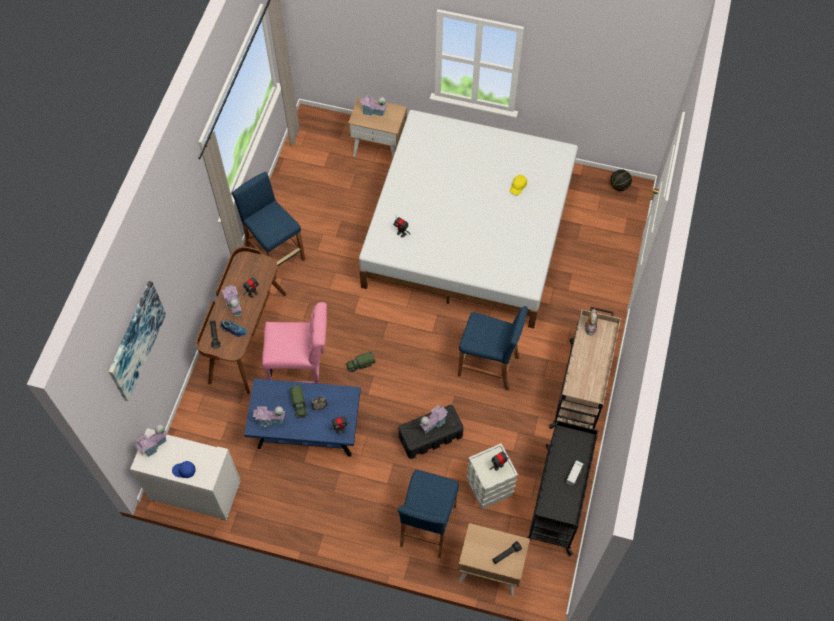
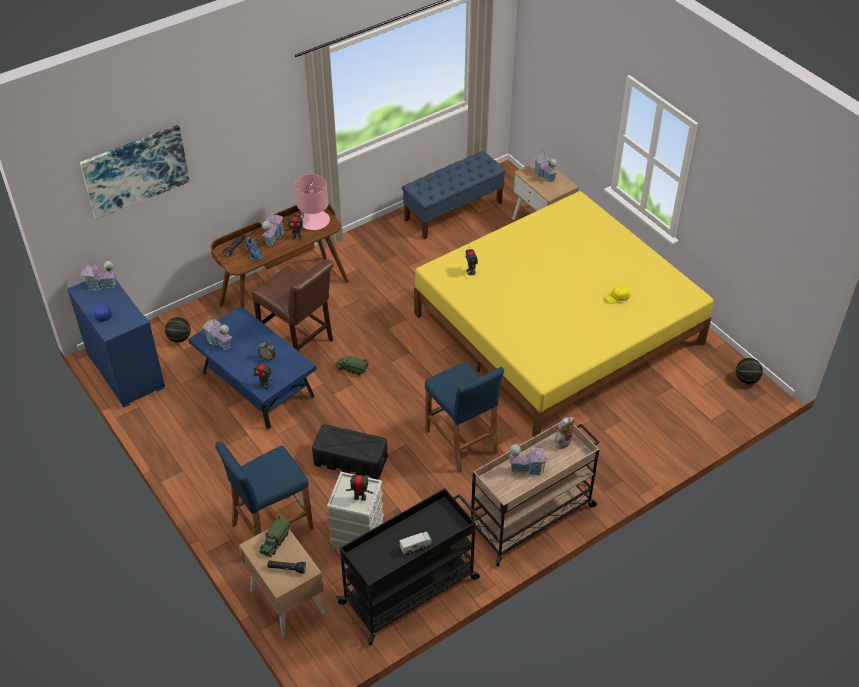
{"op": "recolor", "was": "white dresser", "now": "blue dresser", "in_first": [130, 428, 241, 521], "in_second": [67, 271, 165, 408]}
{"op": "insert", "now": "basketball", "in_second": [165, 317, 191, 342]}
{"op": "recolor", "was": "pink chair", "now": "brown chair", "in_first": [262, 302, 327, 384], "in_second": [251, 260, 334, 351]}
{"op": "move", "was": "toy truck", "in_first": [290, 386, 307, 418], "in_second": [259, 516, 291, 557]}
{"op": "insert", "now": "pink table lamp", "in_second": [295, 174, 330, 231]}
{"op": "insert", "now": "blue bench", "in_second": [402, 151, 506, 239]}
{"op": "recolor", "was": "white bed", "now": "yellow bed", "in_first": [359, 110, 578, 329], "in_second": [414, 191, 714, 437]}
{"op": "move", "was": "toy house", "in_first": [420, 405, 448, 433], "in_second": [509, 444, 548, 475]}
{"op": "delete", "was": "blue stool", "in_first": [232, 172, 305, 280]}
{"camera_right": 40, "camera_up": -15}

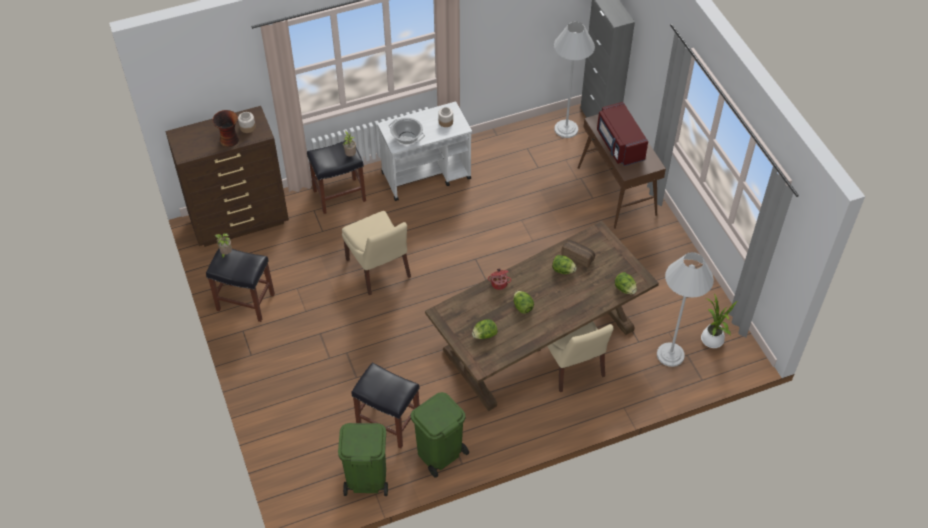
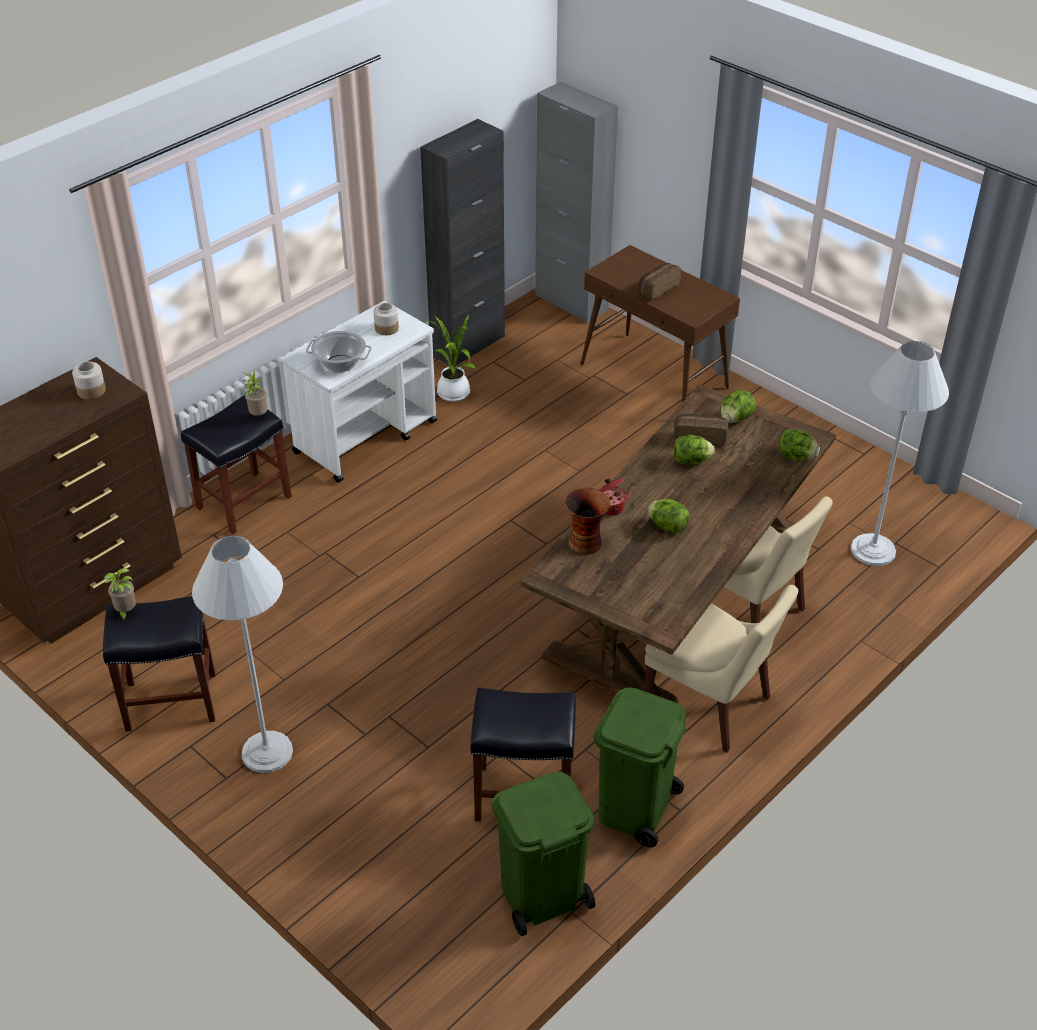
{"op": "move", "was": "white floor lamp", "in_first": [554, 22, 595, 138], "in_second": [192, 535, 293, 773]}
{"op": "insert", "now": "black cabinet", "in_second": [420, 119, 505, 365]}
{"op": "move", "was": "potted plant", "in_first": [701, 293, 737, 348], "in_second": [428, 315, 476, 402]}
{"op": "move", "was": "vase", "in_first": [212, 110, 239, 147], "in_second": [564, 488, 610, 555]}
{"op": "replace", "was": "red microwave", "now": "bread", "in_first": [597, 102, 648, 166], "in_second": [638, 263, 681, 301]}
{"op": "move", "was": "beige chair", "in_first": [342, 211, 411, 295], "in_second": [644, 585, 798, 753]}
{"op": "move", "was": "lettuce", "in_first": [472, 319, 498, 339], "in_second": [721, 390, 756, 423]}
{"camera_right": -25, "camera_up": -10}

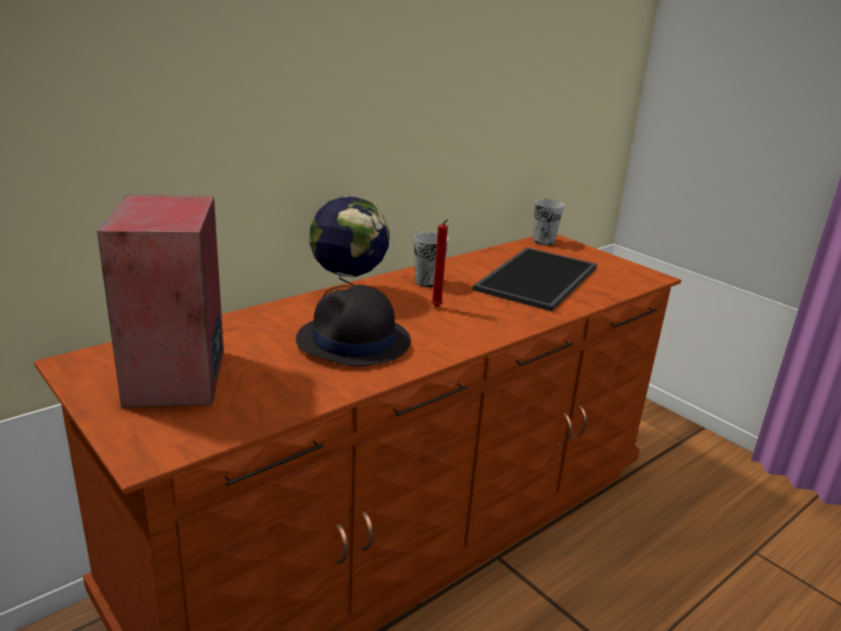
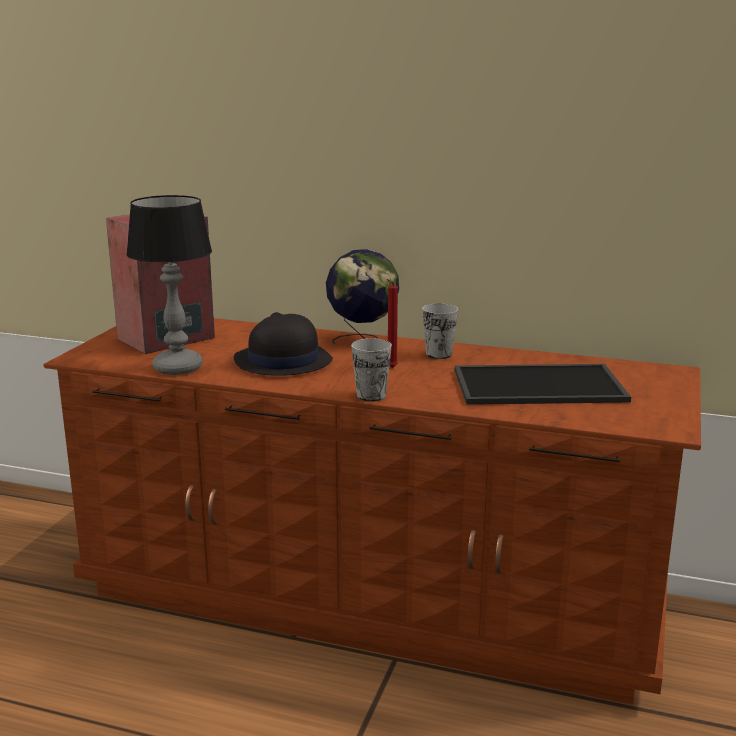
{"op": "insert", "now": "table lamp", "in_second": [126, 195, 212, 375]}
{"op": "move", "was": "cup", "in_first": [533, 199, 564, 245], "in_second": [351, 338, 392, 402]}
{"camera_right": 60, "camera_up": -5}

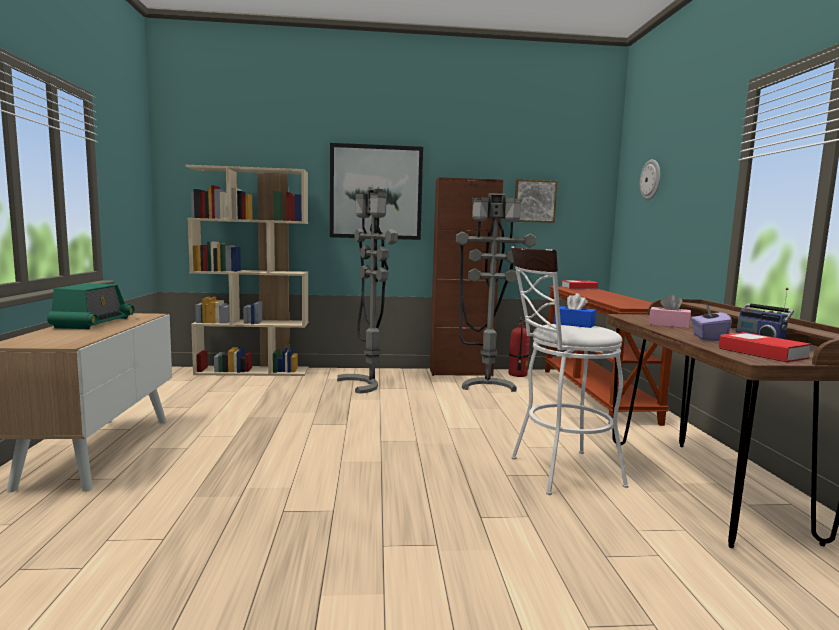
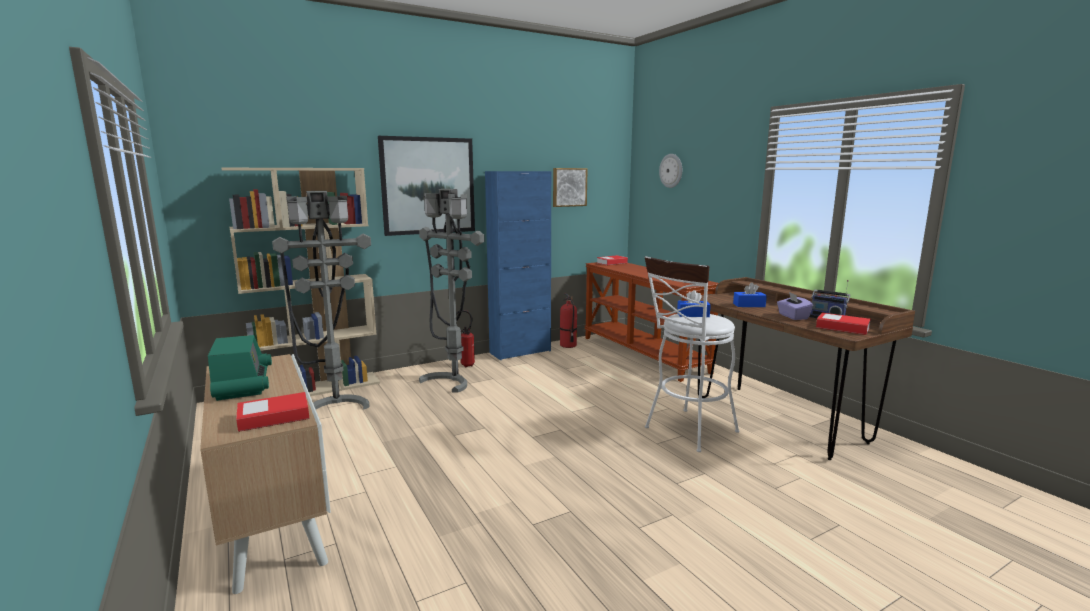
{"op": "insert", "now": "book", "in_second": [236, 392, 309, 432]}
{"op": "move", "was": "grey floor lamp", "in_first": [456, 193, 536, 392], "in_second": [272, 191, 371, 410]}
{"op": "insert", "now": "fire extinguisher", "in_second": [456, 310, 475, 367]}
{"op": "recolor", "was": "brown cabinet", "now": "blue cabinet", "in_first": [430, 177, 503, 376], "in_second": [485, 171, 551, 360]}
{"op": "recolor", "was": "pink tissue box", "now": "blue tissue box", "in_first": [649, 294, 691, 328], "in_second": [733, 282, 767, 307]}
{"camera_right": -25, "camera_up": 5}

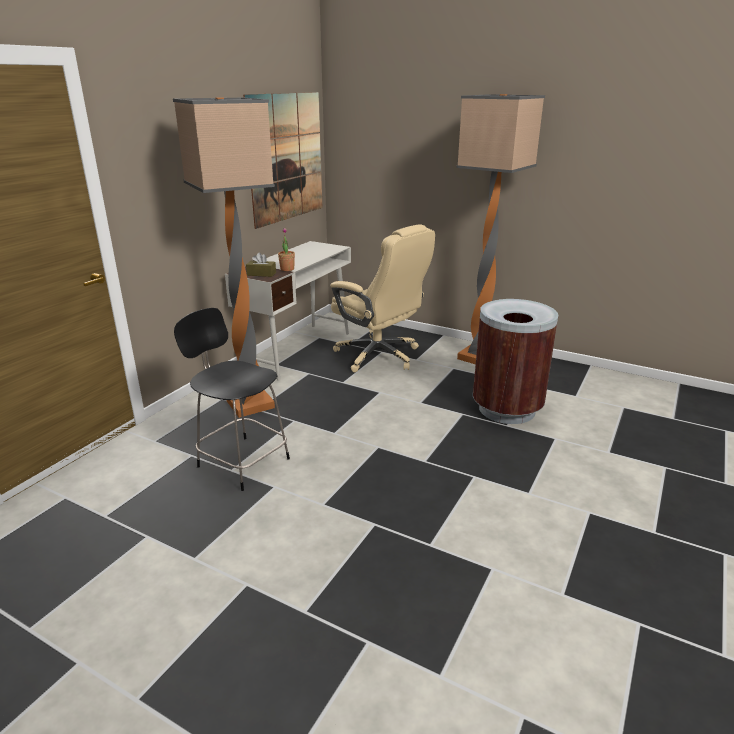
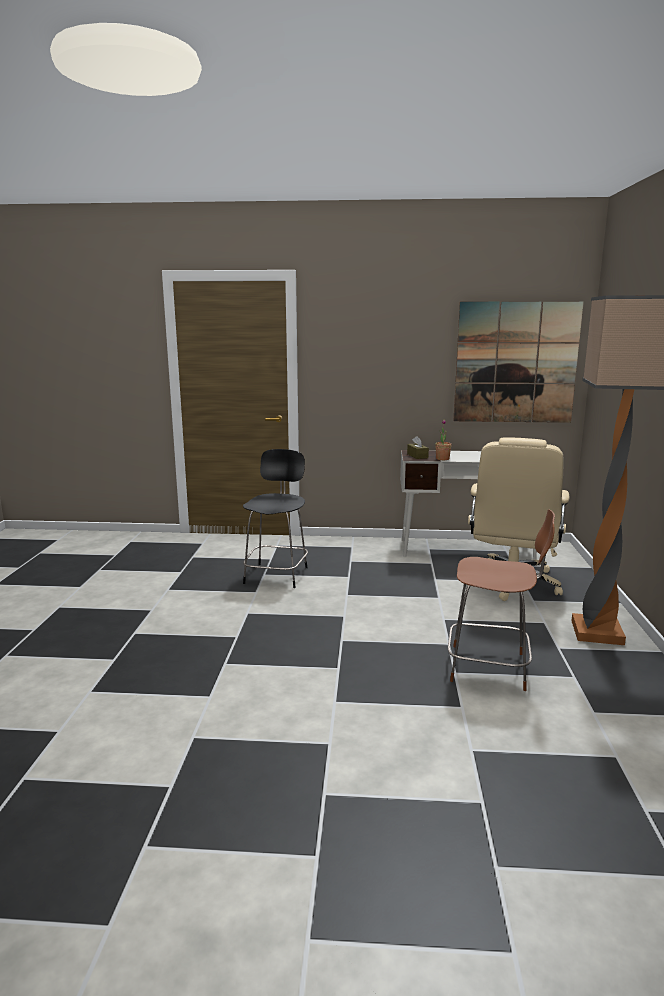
{"op": "replace", "was": "brown trash can", "now": "brown chair", "in_first": [473, 299, 558, 424], "in_second": [448, 509, 555, 691]}
{"op": "delete", "was": "floor lamp", "in_first": [173, 98, 275, 418]}
{"camera_right": 65, "camera_up": -10}

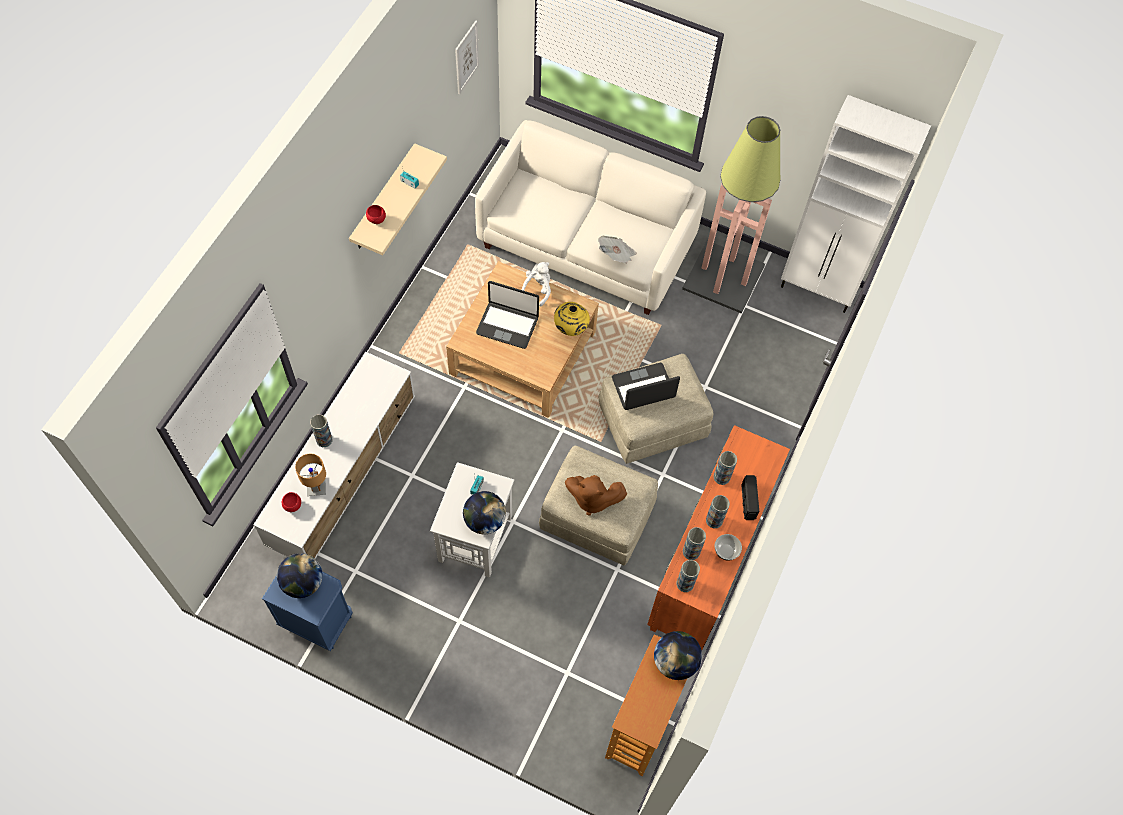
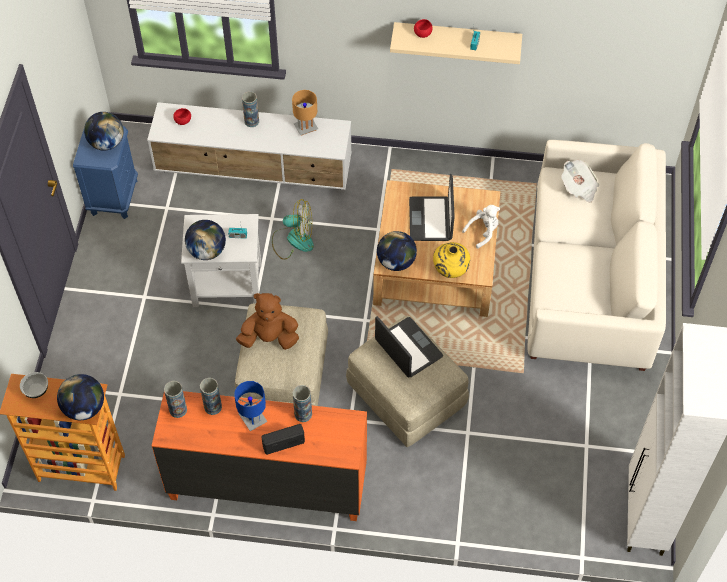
{"op": "move", "was": "bowl", "in_first": [714, 534, 742, 561], "in_second": [20, 372, 48, 398]}
{"op": "replace", "was": "vase", "now": "blue table lamp", "in_first": [706, 495, 730, 528], "in_second": [234, 381, 268, 431]}
{"op": "rotate", "was": "brown plush toy", "in_first": [565, 475, 627, 516], "in_second": [236, 293, 299, 350], "clockwise": 90}
{"op": "insert", "now": "fan", "in_second": [272, 199, 314, 260]}
{"op": "move", "was": "brown table lamp", "in_first": [295, 453, 326, 496], "in_second": [292, 90, 318, 136]}
{"op": "insert", "now": "globe", "in_second": [377, 231, 417, 271]}
{"op": "rotate", "was": "white plush toy", "in_first": [522, 262, 551, 307], "in_second": [462, 205, 500, 249], "clockwise": -45}
{"op": "move", "was": "newspaper", "in_first": [598, 236, 637, 264], "in_second": [561, 160, 600, 203]}
{"op": "delete", "was": "picture", "in_first": [455, 21, 479, 94]}
{"op": "delete", "was": "floor lamp", "in_first": [682, 116, 780, 314]}
{"camera_right": 75, "camera_up": -5}

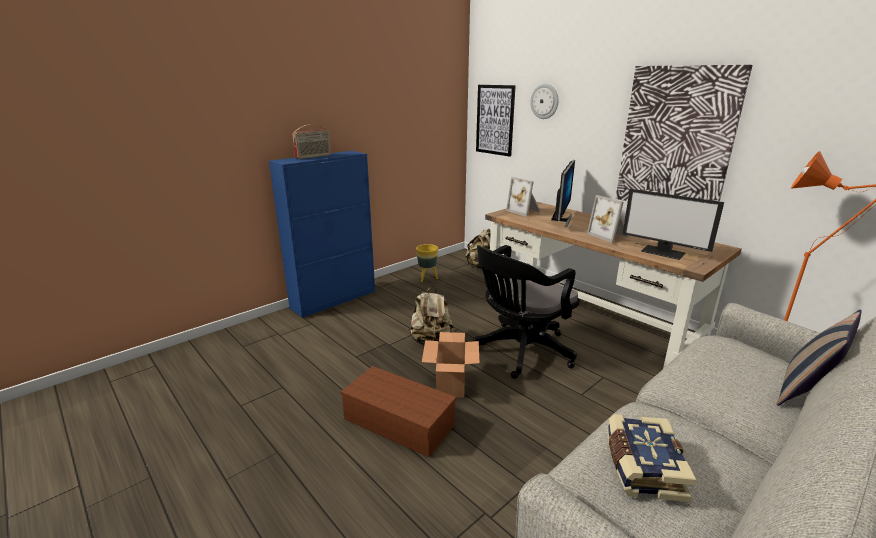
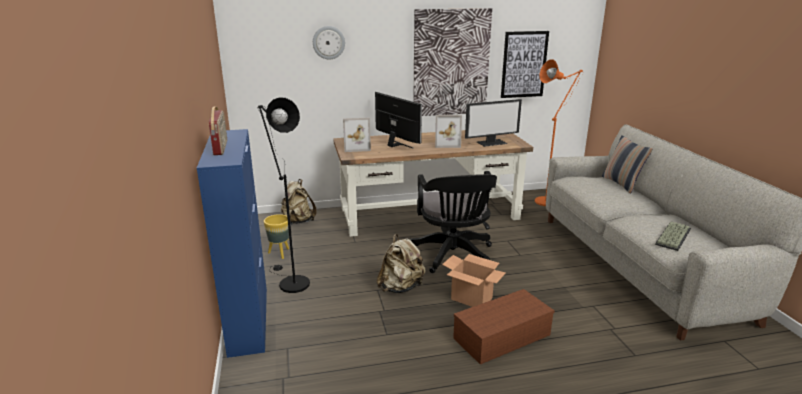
{"op": "insert", "now": "black floor lamp", "in_second": [257, 97, 310, 293]}
{"op": "move", "was": "picture", "in_first": [476, 85, 516, 157], "in_second": [501, 31, 549, 98]}
{"op": "replace", "was": "book", "now": "keyboard", "in_first": [607, 414, 697, 502], "in_second": [655, 222, 691, 251]}
{"camera_right": -60, "camera_up": 0}

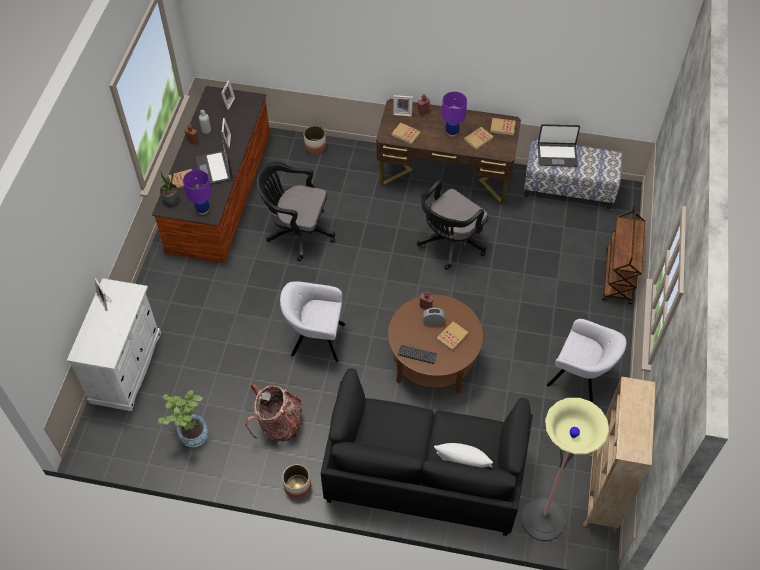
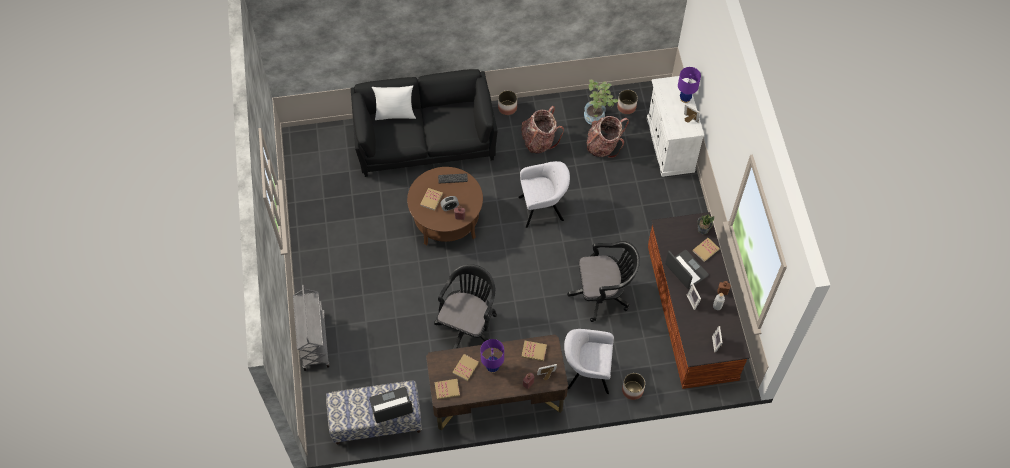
{"op": "recolor", "was": "brown cart", "now": "grey cart", "in_first": [602, 205, 645, 305], "in_second": [293, 285, 330, 371]}
{"op": "move", "was": "grey armchair", "in_first": [546, 319, 627, 403], "in_second": [564, 329, 614, 394]}
{"op": "insert", "now": "backpack", "in_second": [586, 116, 629, 158]}
{"op": "insert", "now": "planter", "in_second": [617, 90, 638, 114]}
{"op": "move", "was": "purple table lamp", "in_first": [183, 170, 212, 215], "in_second": [678, 67, 701, 103]}
{"op": "delete", "was": "floor lamp", "in_first": [521, 398, 609, 541]}
{"op": "delete", "was": "beige bookcase", "in_first": [583, 376, 656, 532]}
{"camera_right": 160, "camera_up": 5}

